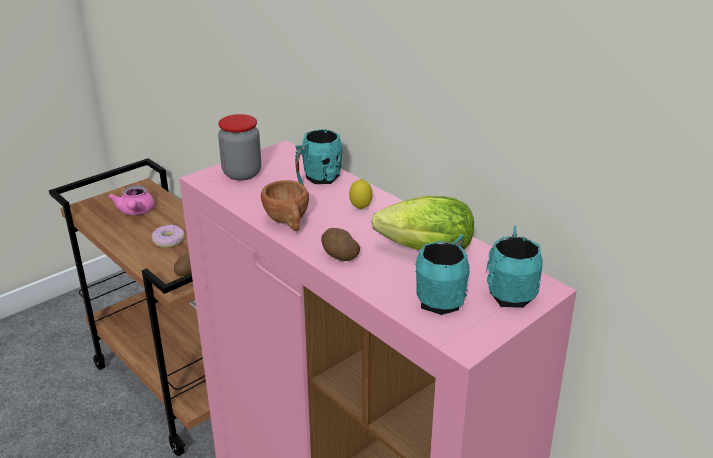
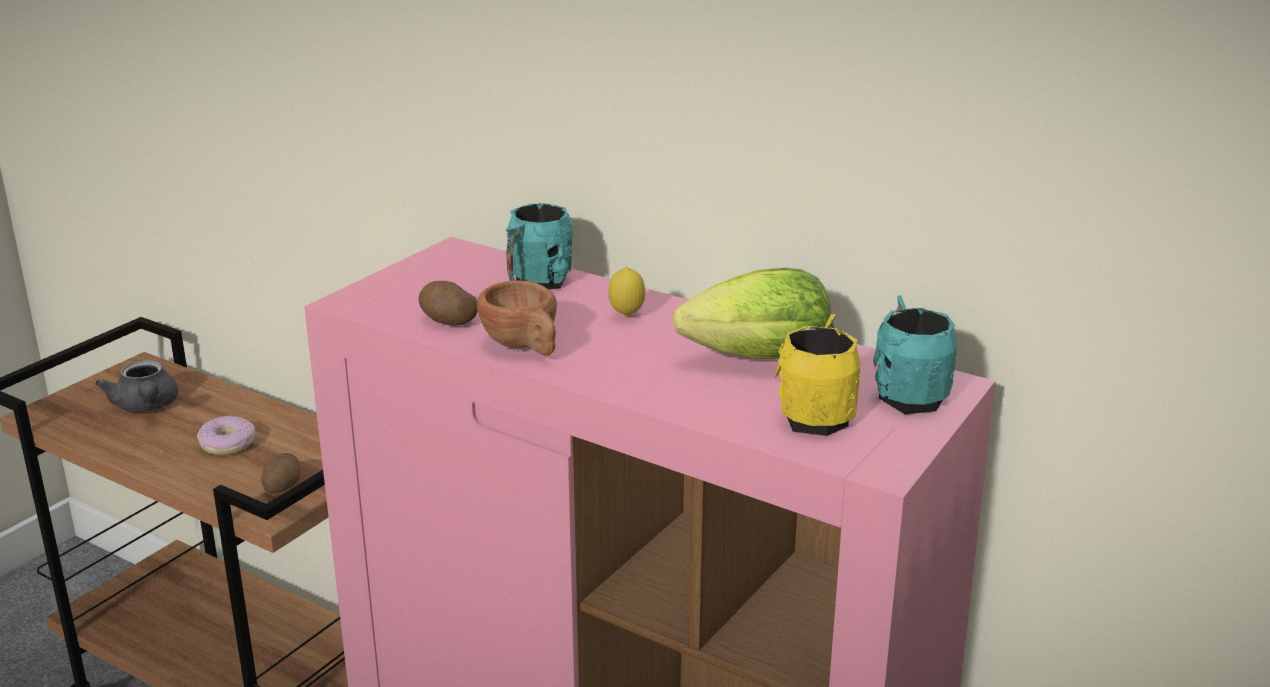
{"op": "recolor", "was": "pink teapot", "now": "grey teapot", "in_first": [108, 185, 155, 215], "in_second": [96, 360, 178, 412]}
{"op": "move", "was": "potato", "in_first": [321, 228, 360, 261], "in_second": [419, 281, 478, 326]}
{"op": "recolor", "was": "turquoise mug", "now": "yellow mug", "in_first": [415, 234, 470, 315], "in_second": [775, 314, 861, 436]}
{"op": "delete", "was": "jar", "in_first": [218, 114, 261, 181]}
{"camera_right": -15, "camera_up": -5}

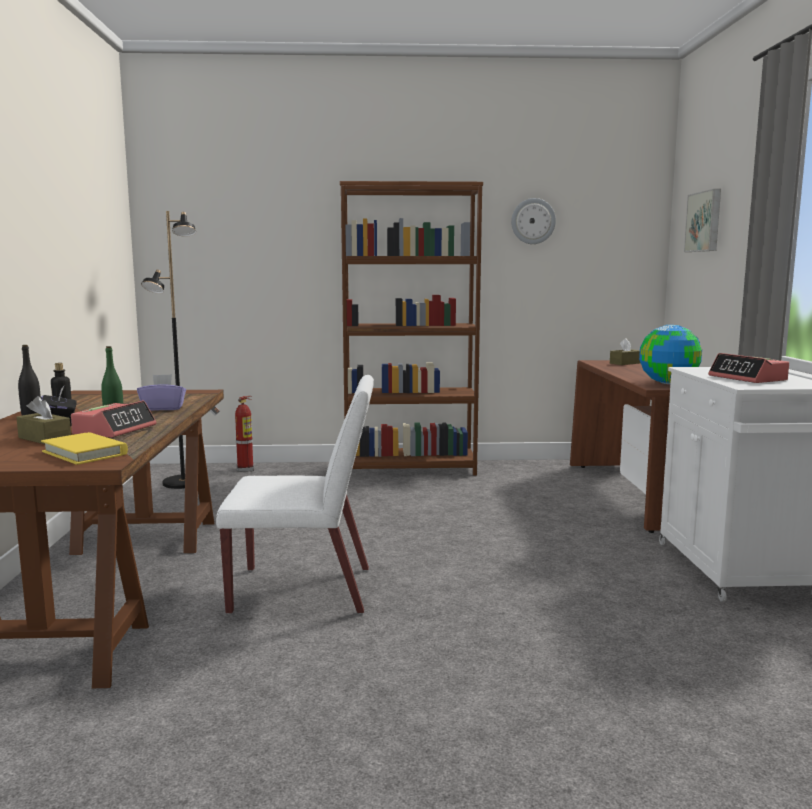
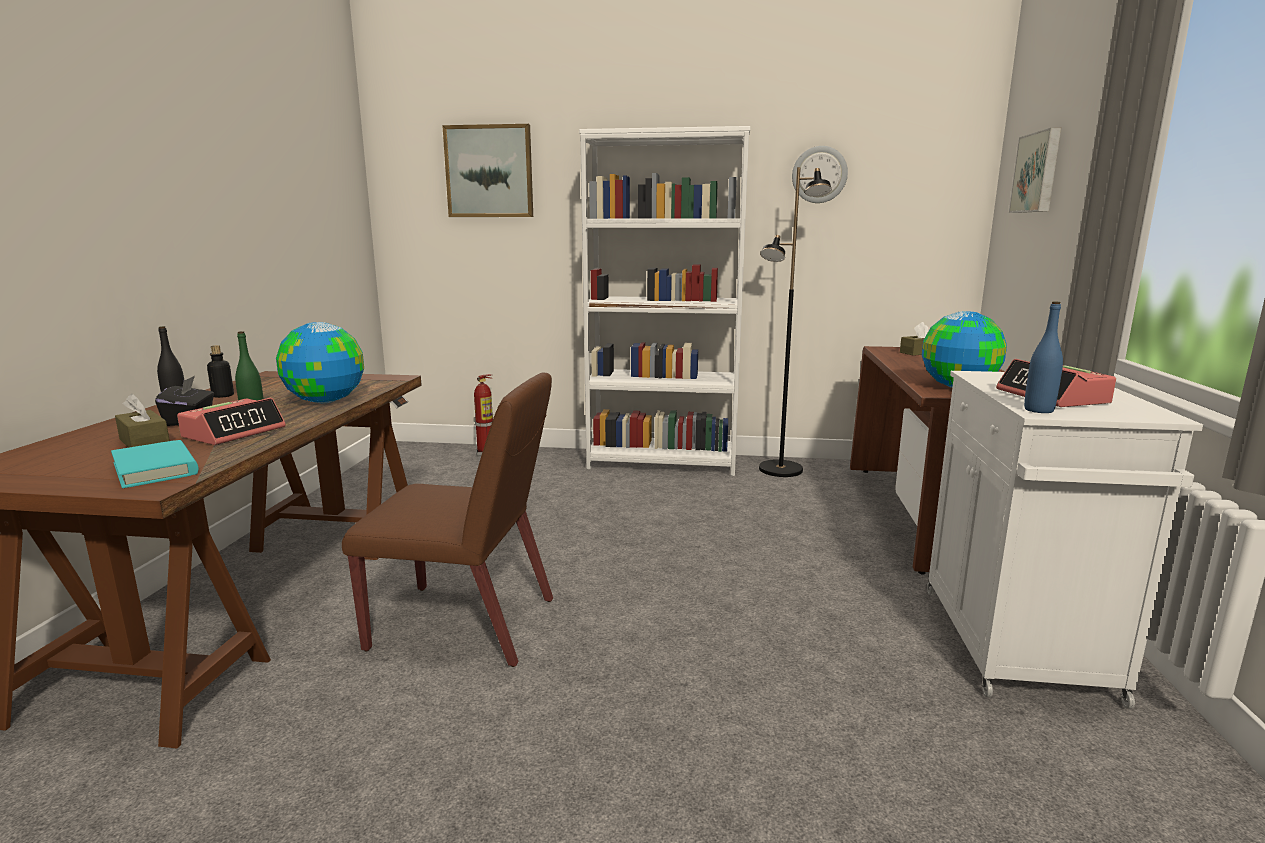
{"op": "recolor", "was": "yellow book", "now": "turquoise book", "in_first": [41, 432, 128, 465], "in_second": [111, 440, 198, 488]}
{"op": "replace", "was": "purple tissue box", "now": "globe", "in_first": [137, 374, 186, 411], "in_second": [276, 322, 364, 403]}
{"op": "recolor", "was": "white chair", "now": "brown chair", "in_first": [216, 375, 374, 614], "in_second": [342, 373, 553, 667]}
{"op": "insert", "now": "picture", "in_second": [442, 124, 533, 217]}
{"op": "recolor", "was": "brown bookcase", "now": "white bookcase", "in_first": [340, 181, 483, 476], "in_second": [579, 126, 750, 476]}
{"op": "move", "was": "black floor lamp", "in_first": [141, 211, 196, 489], "in_second": [759, 167, 832, 477]}
{"op": "insert", "now": "blue bottle", "in_second": [1024, 301, 1063, 413]}
{"camera_right": 10, "camera_up": 5}

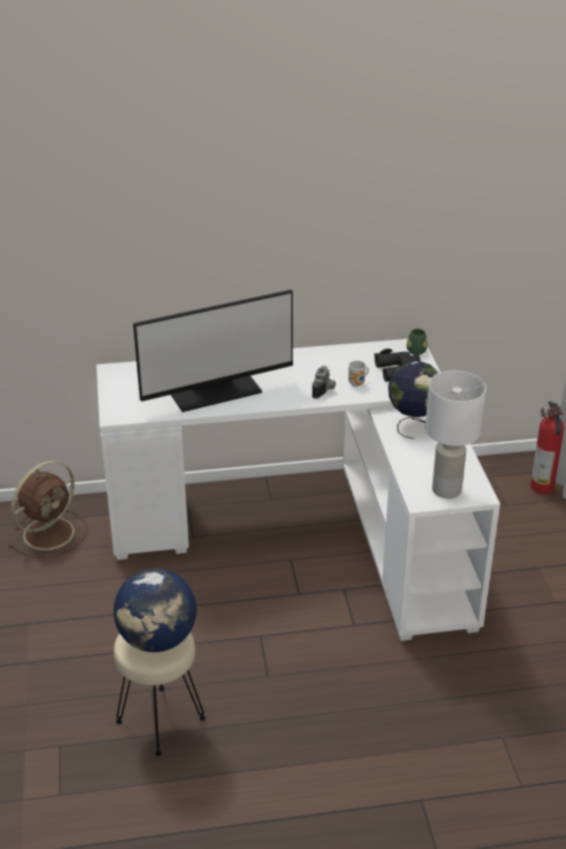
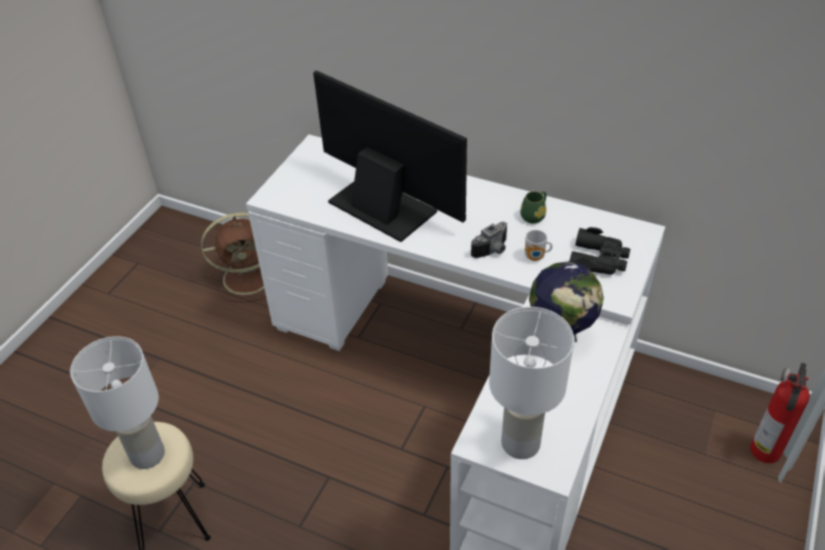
{"op": "replace", "was": "globe", "now": "white table lamp", "in_first": [113, 569, 196, 652], "in_second": [70, 336, 165, 469]}
{"op": "rotate", "was": "monitor", "in_first": [133, 290, 293, 412], "in_second": [313, 70, 467, 242], "clockwise": -150}
{"op": "move", "was": "green mug", "in_first": [407, 328, 428, 355], "in_second": [520, 191, 546, 224]}
{"camera_right": 35, "camera_up": 10}

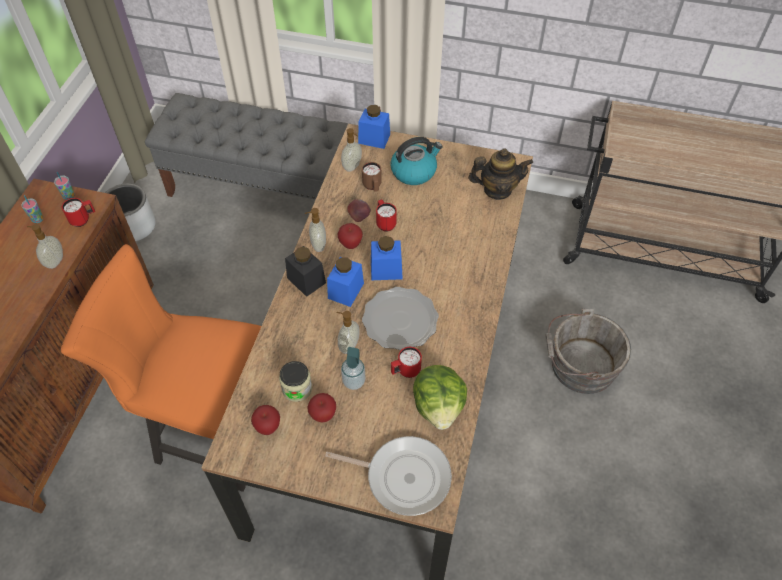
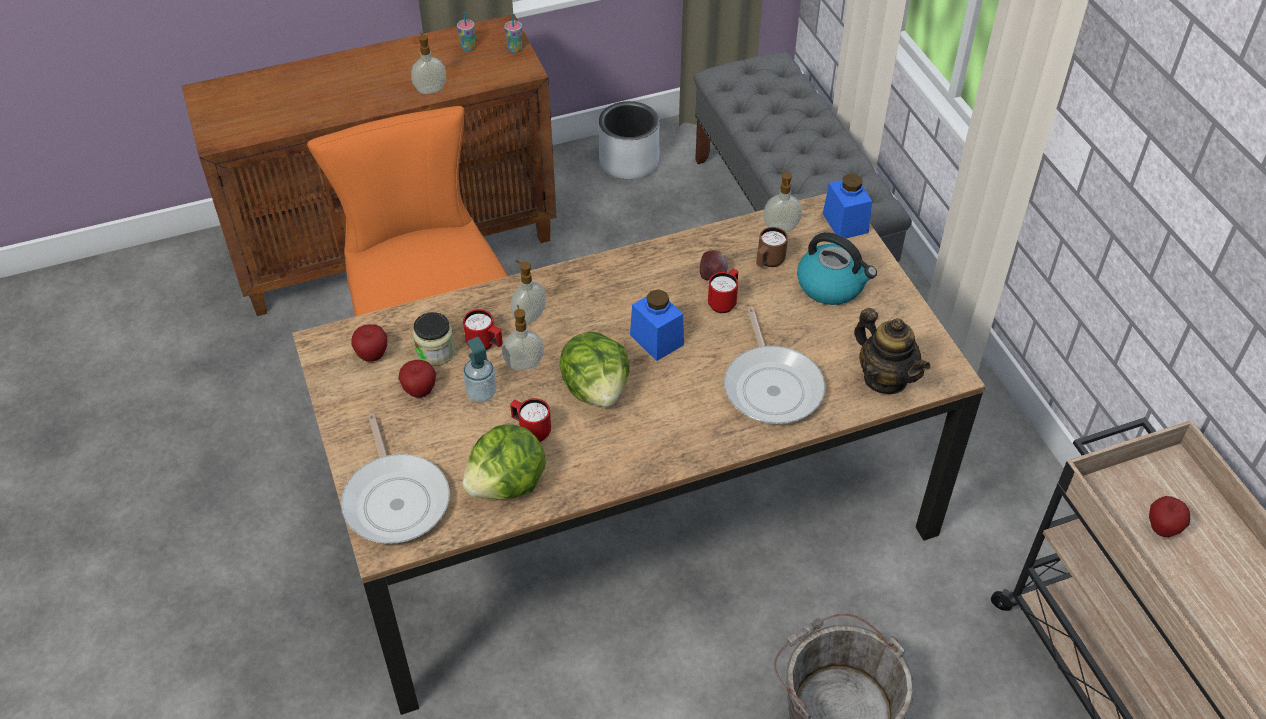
{"op": "move", "was": "red mug", "in_first": [62, 198, 95, 227], "in_second": [463, 309, 503, 350]}
{"op": "move", "was": "soap dispenser", "in_first": [305, 208, 326, 252], "in_second": [511, 260, 546, 325]}
{"op": "replace", "was": "plate", "now": "lettuce", "in_first": [362, 287, 439, 350], "in_second": [559, 332, 630, 407]}
{"op": "insert", "now": "frying pan", "in_second": [724, 308, 825, 424]}
{"op": "move", "was": "apple", "in_first": [338, 223, 363, 249], "in_second": [1149, 496, 1190, 537]}
{"op": "delete", "was": "black jar", "in_first": [285, 246, 326, 297]}
{"op": "delete", "was": "blue jar", "in_first": [327, 257, 364, 307]}
{"camera_right": 55, "camera_up": -5}

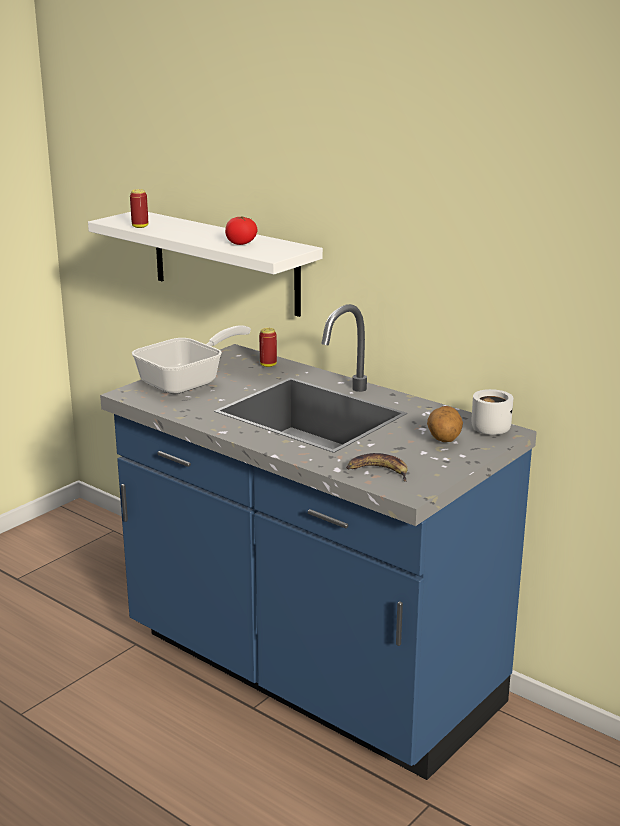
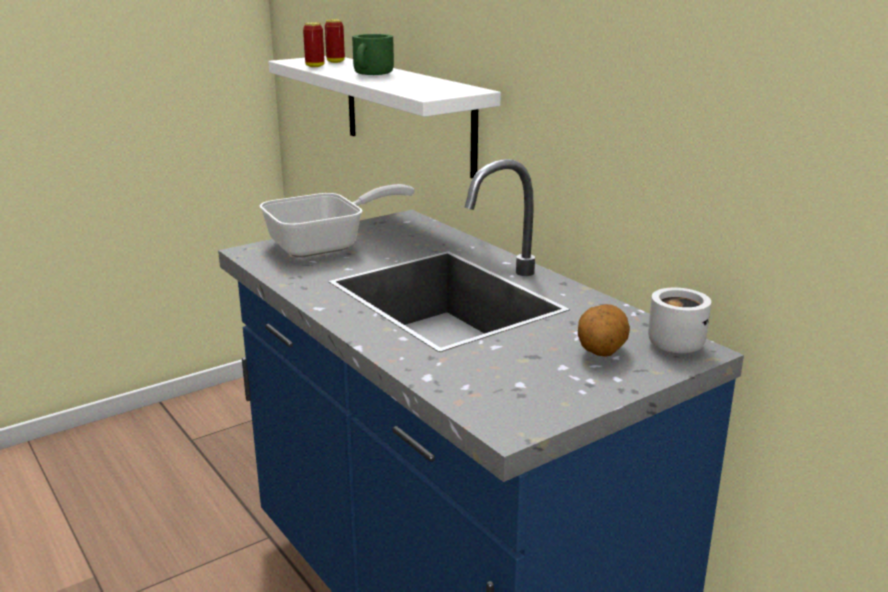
{"op": "move", "was": "can", "in_first": [259, 328, 277, 367], "in_second": [325, 19, 345, 63]}
{"op": "insert", "now": "green mug", "in_second": [352, 34, 394, 75]}
{"op": "delete", "was": "tomato", "in_first": [225, 216, 257, 245]}
{"op": "delete", "was": "banana", "in_first": [346, 453, 408, 482]}
{"camera_right": 15, "camera_up": 0}

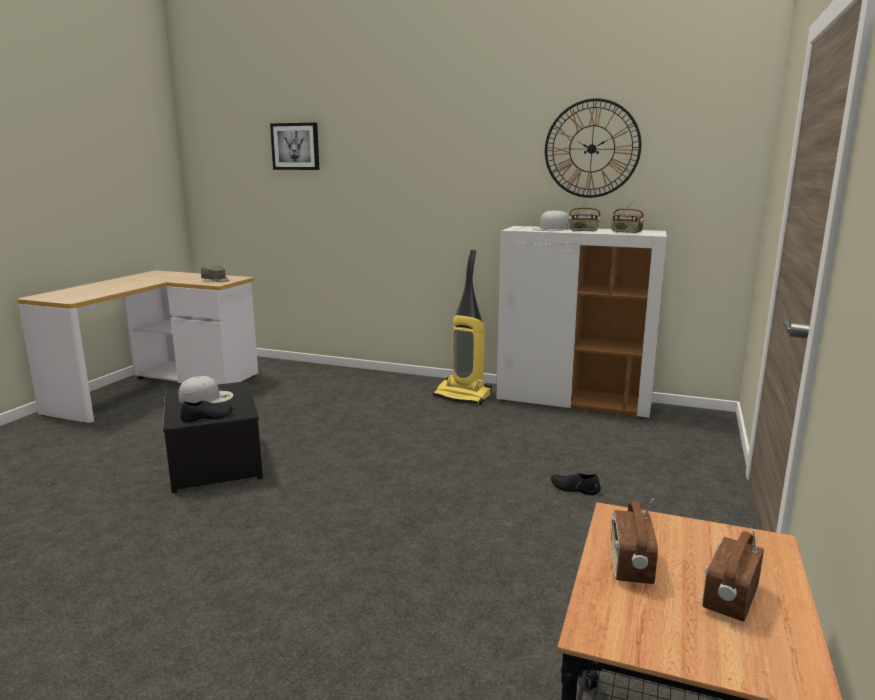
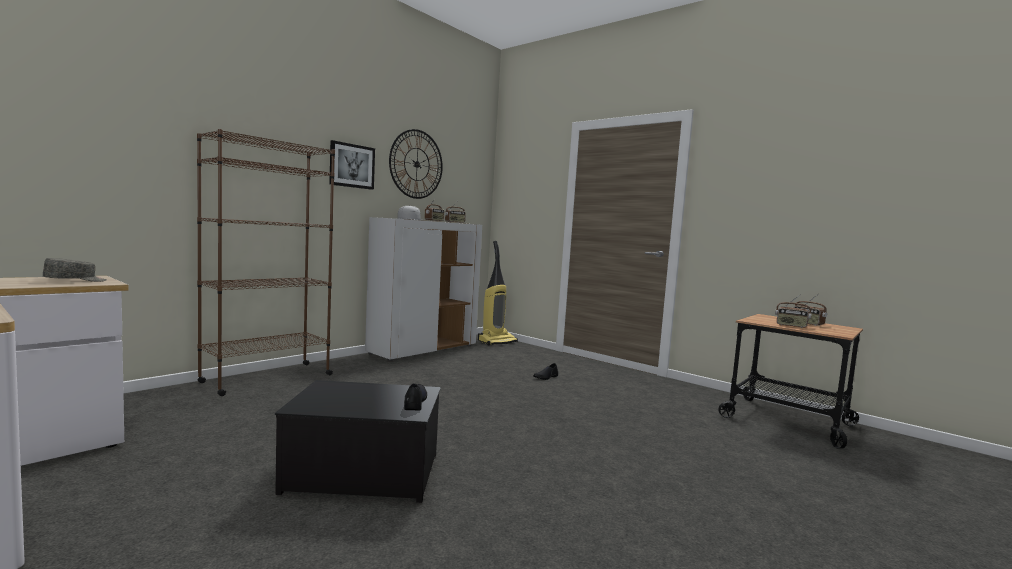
{"op": "insert", "now": "brown bookcase", "in_second": [197, 129, 335, 396]}
{"op": "move", "was": "picture", "in_first": [270, 123, 319, 170], "in_second": [329, 140, 375, 190]}
{"op": "move", "was": "vacuum cleaner", "in_first": [433, 250, 492, 405], "in_second": [478, 241, 518, 345]}
{"op": "delete", "was": "white cap", "in_first": [178, 376, 233, 403]}
{"camera_right": -70, "camera_up": -10}

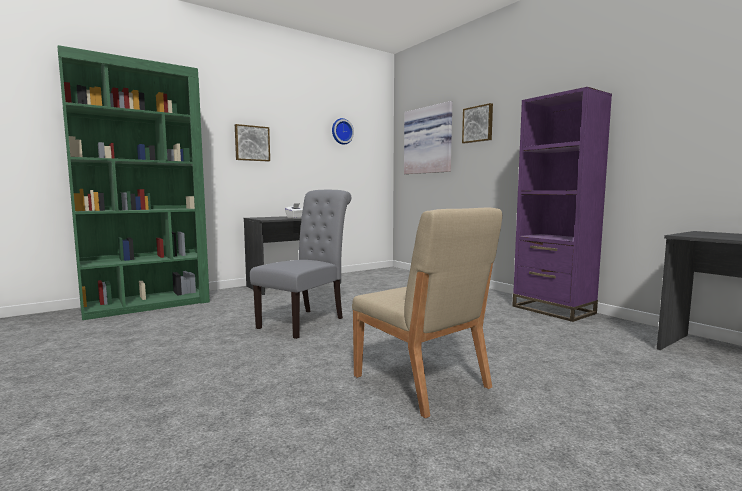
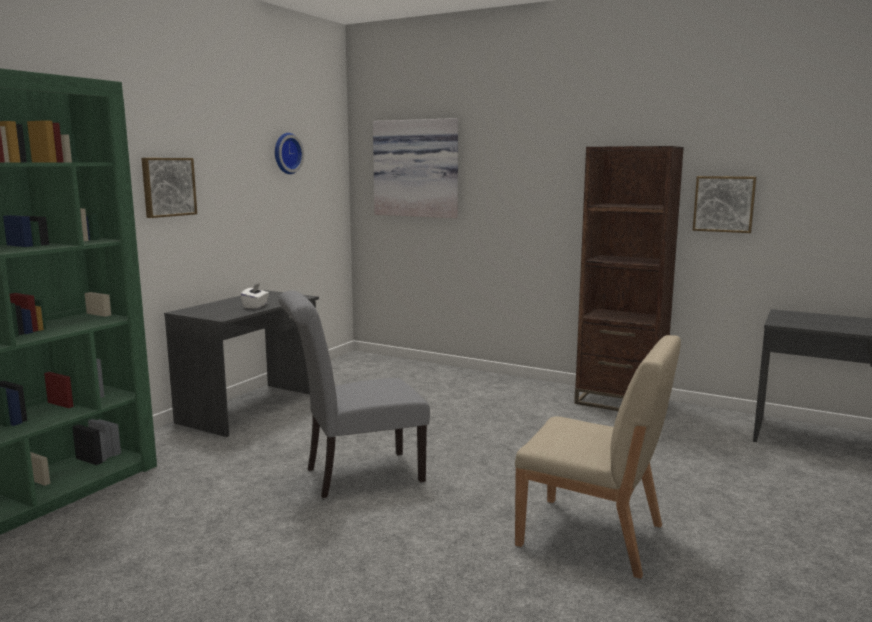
{"op": "rotate", "was": "grey chair", "in_first": [250, 189, 352, 339], "in_second": [279, 291, 430, 498], "clockwise": -120}
{"op": "recolor", "was": "purple bookcase", "now": "brown bookcase", "in_first": [512, 87, 612, 322], "in_second": [574, 146, 684, 411]}
{"op": "move", "was": "picture", "in_first": [462, 103, 493, 143], "in_second": [693, 176, 757, 233]}
{"camera_right": -25, "camera_up": 5}

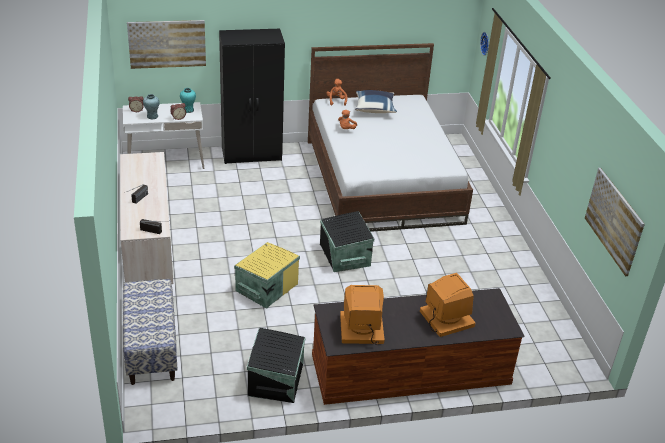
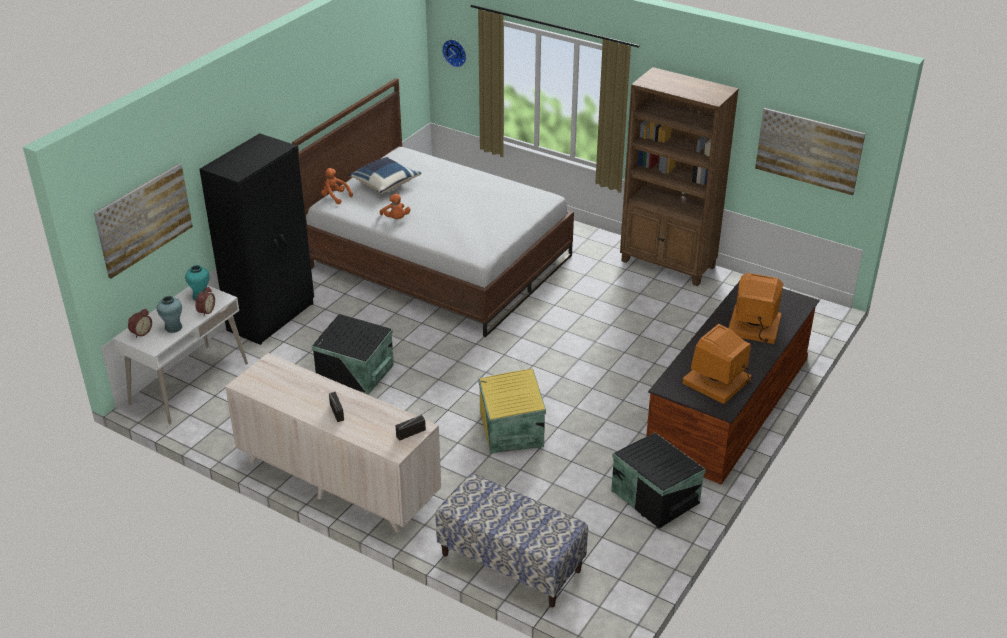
{"op": "move", "was": "black storage box", "in_first": [320, 211, 375, 272], "in_second": [312, 314, 394, 395]}
{"op": "insert", "now": "brown bookcase", "in_second": [620, 67, 739, 286]}
{"camera_right": -45, "camera_up": 0}

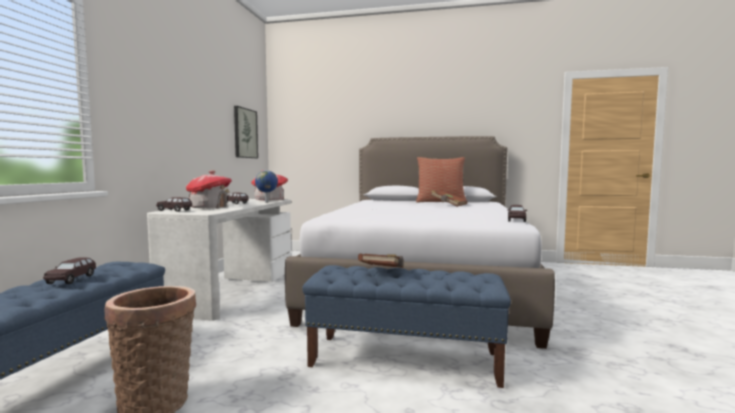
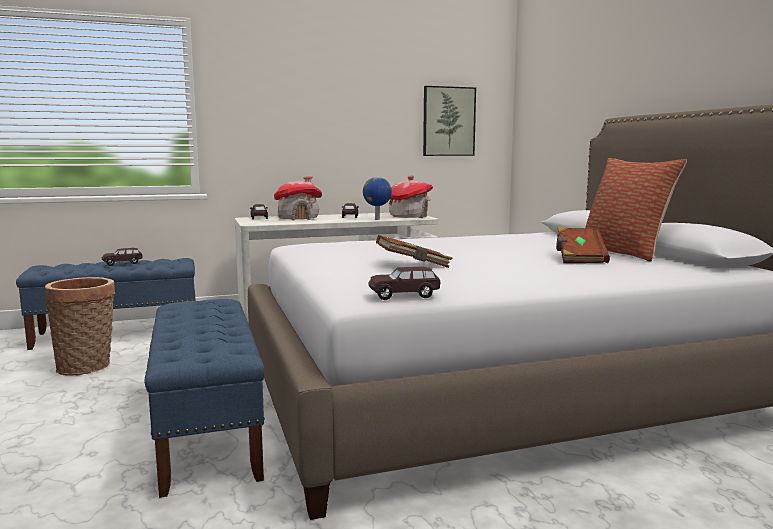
{"op": "move", "was": "brown book", "in_first": [358, 254, 404, 268], "in_second": [376, 235, 453, 268]}
{"camera_right": 60, "camera_up": 5}

